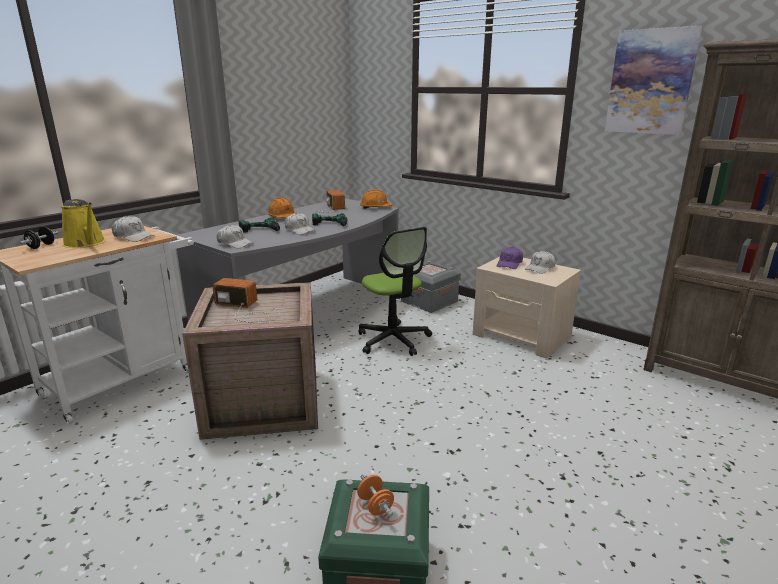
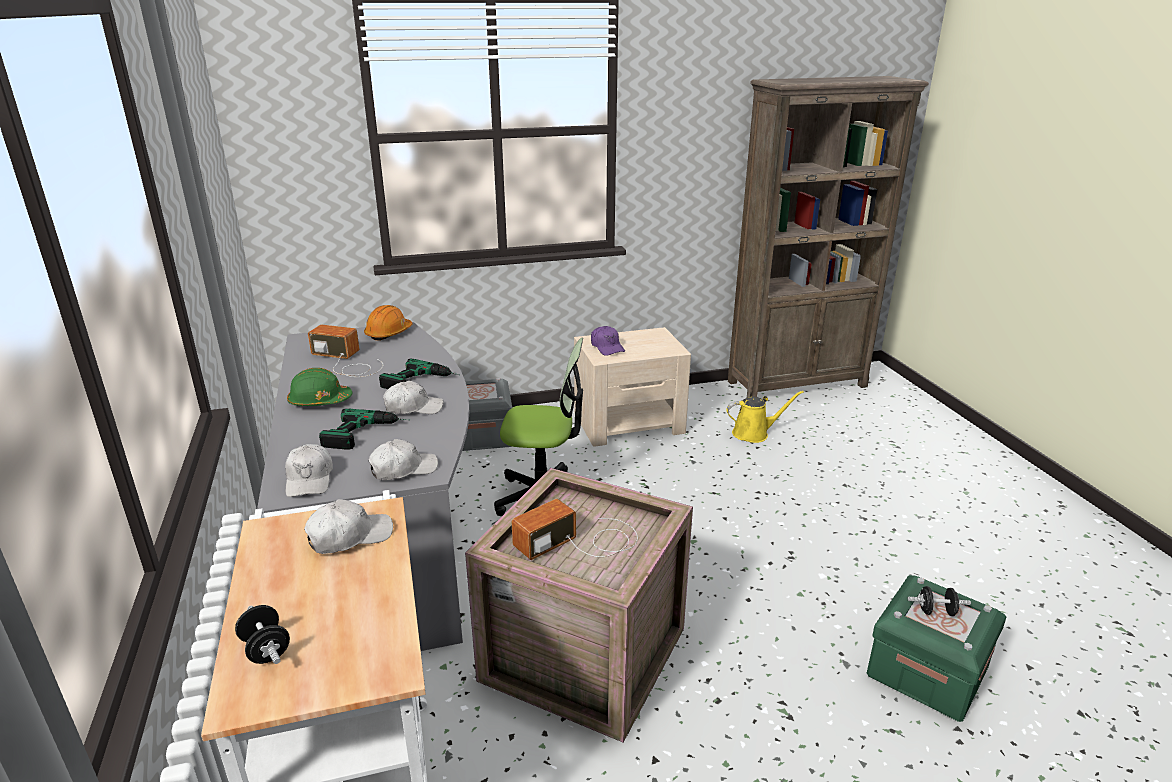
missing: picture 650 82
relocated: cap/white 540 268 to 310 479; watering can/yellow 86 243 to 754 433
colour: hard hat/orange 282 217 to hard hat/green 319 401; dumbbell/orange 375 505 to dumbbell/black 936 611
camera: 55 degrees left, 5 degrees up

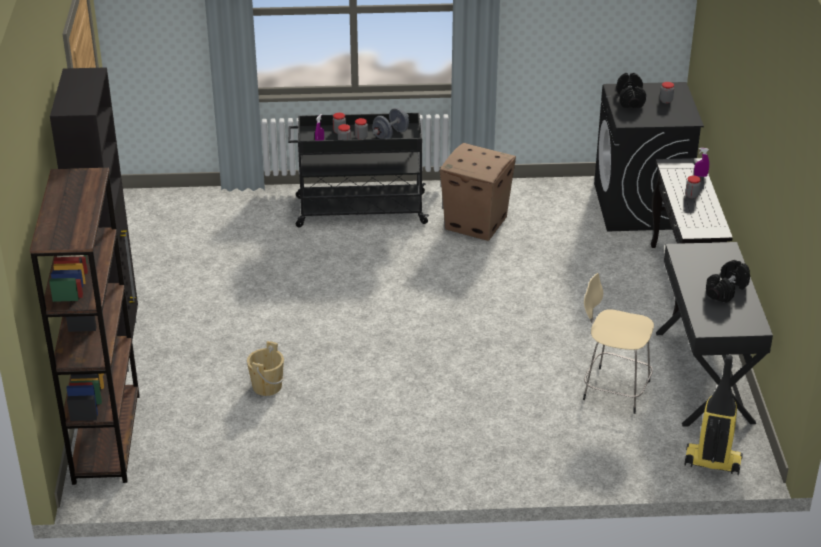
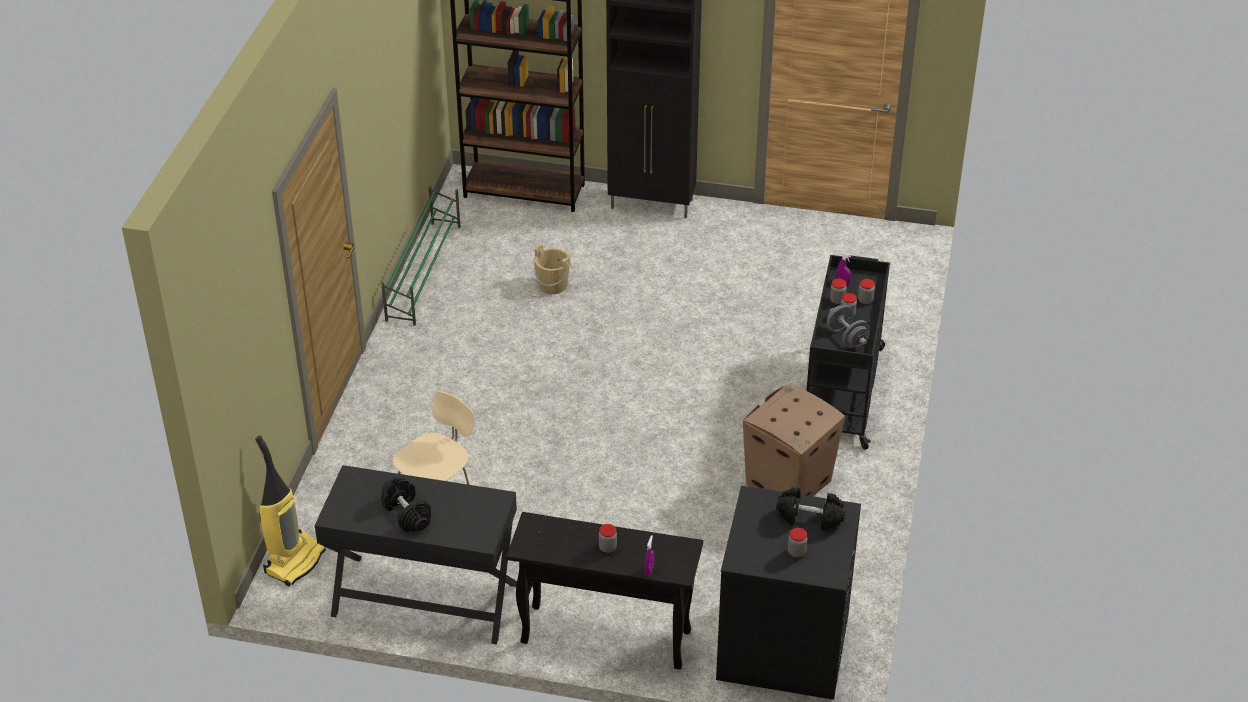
appeared: shoe rack/green 424 272
camera: 105 degrees right, 5 degrees up

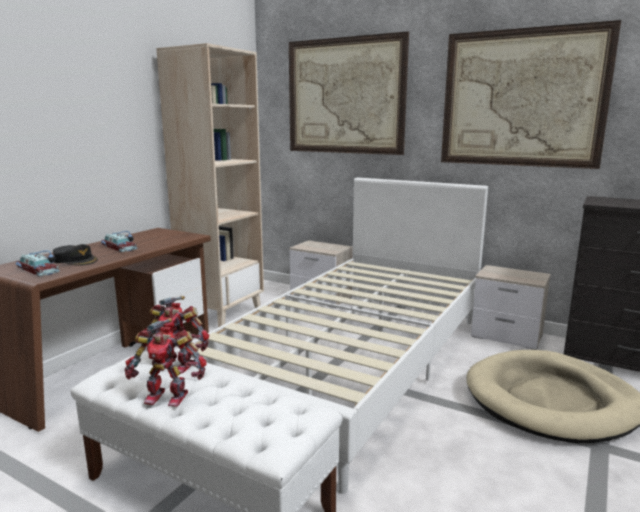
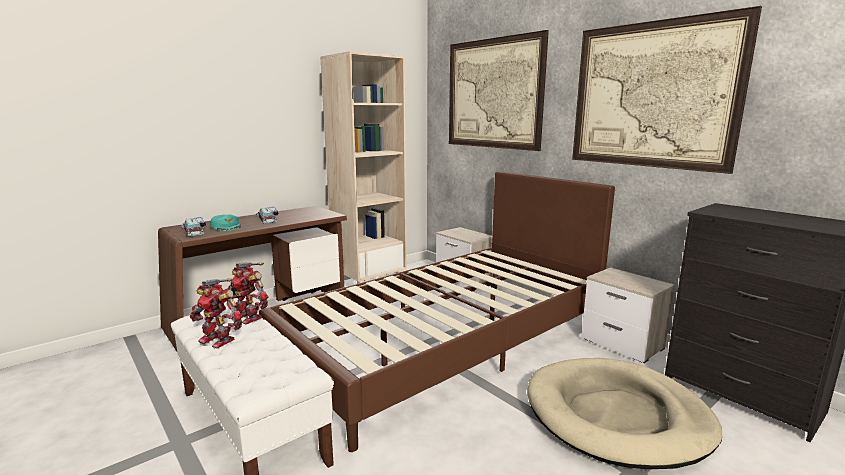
colour: cap/black 76 260 to cap/turquoise 226 227; bed/white 353 362 to bed/brown 447 343
camera: 20 degrees right, 0 degrees up

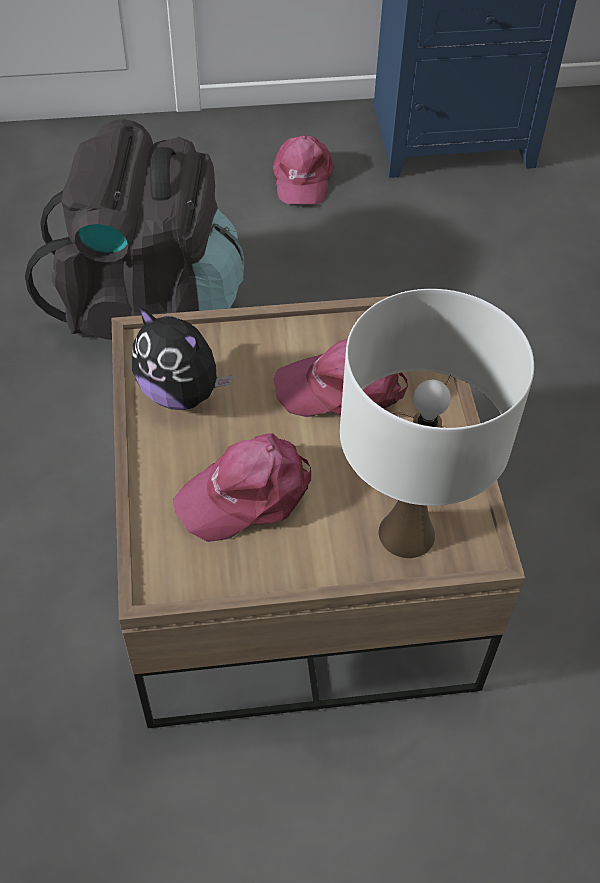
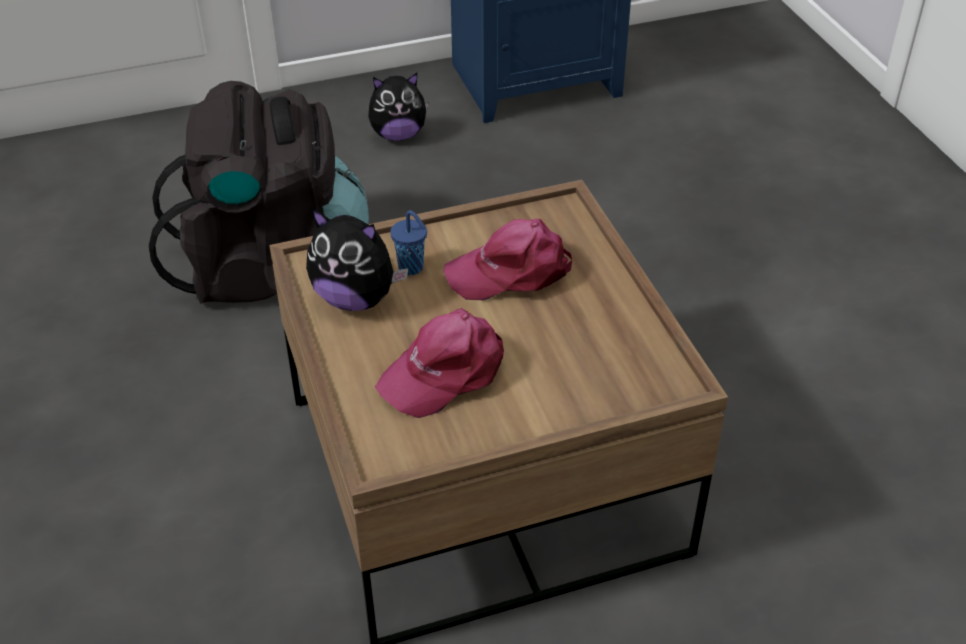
missing: table lamp/white 405 534
appeared: cup/blue 412 268
exchanged: cap/pink 302 178 to plush toy 398 135
camera: 10 degrees left, 10 degrees down

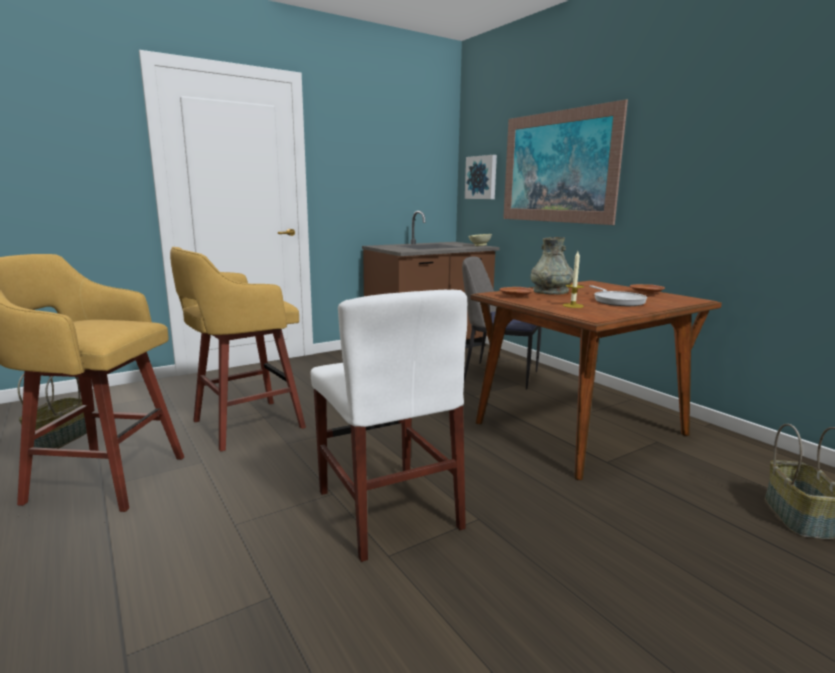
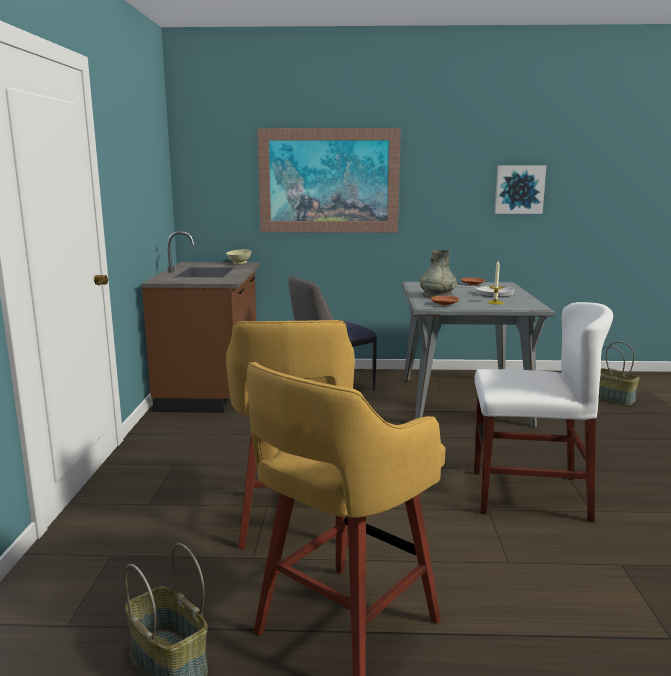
relocated: picture 482 177 to 519 189
colour: dining table/brown 580 428 to dining table/grey 463 400
camera: 55 degrees left, 0 degrees up

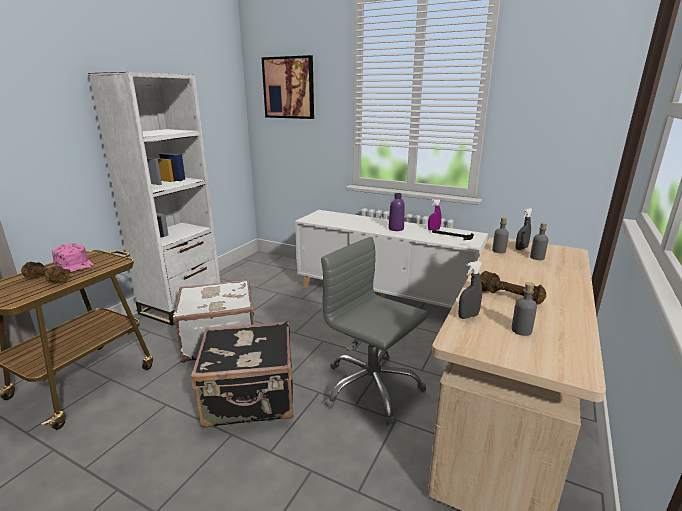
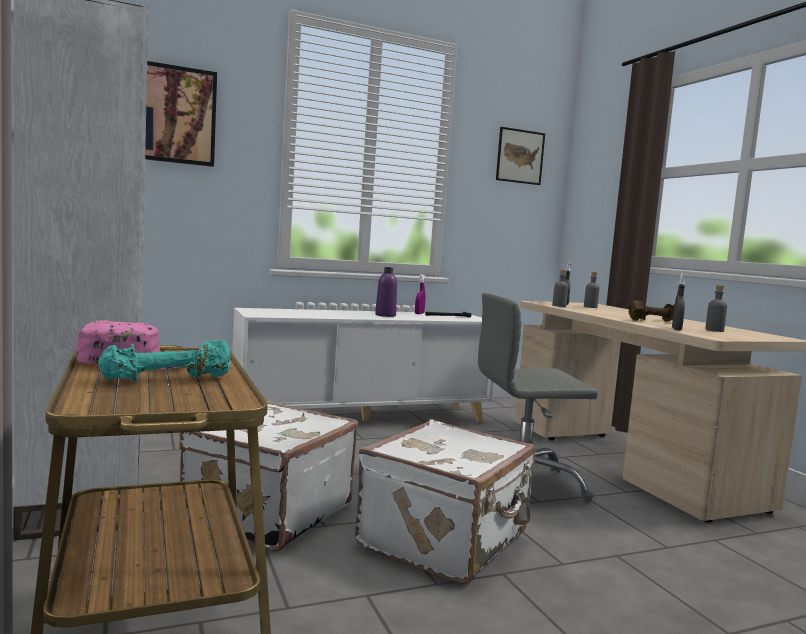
appeared: picture 520 156
colour: dumbbell/brown 47 280 to dumbbell/turquoise 168 380; suitcase/black 251 398 to suitcase/white 446 540
camera: 50 degrees left, 15 degrees down

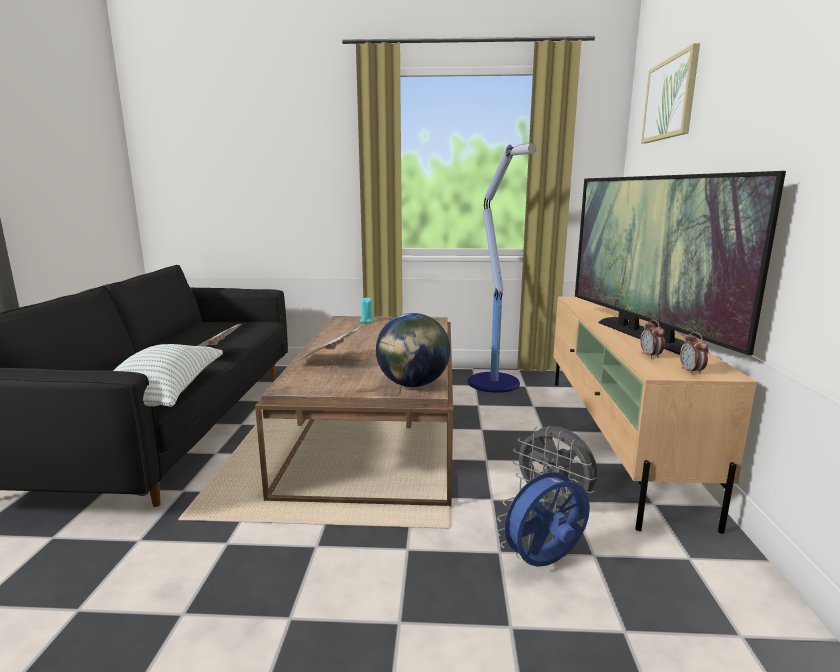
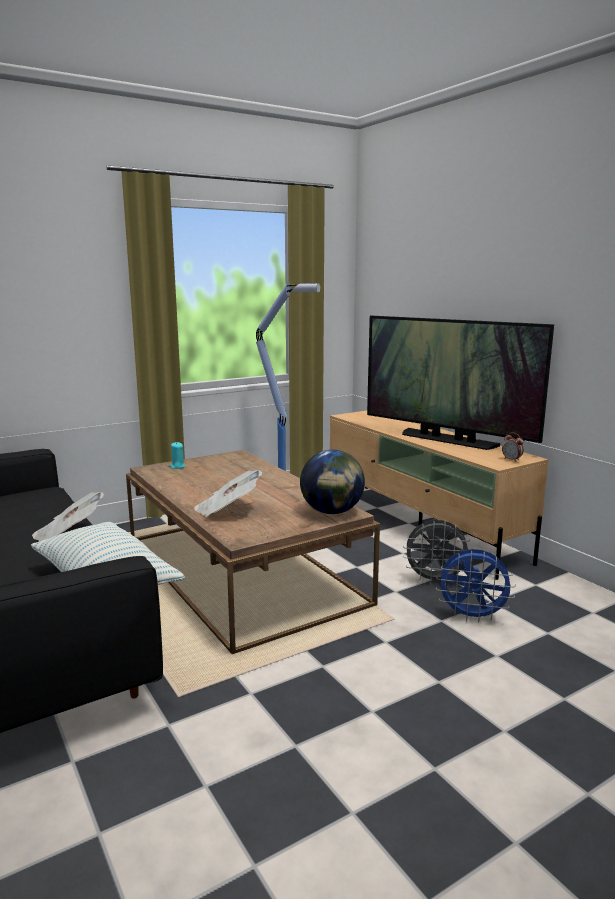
missing: alarm clock 650 356; picture 670 99
spun: fan/blue 544 563 = 472 616 105 degrees counterclockwise
camera: 35 degrees left, 0 degrees up

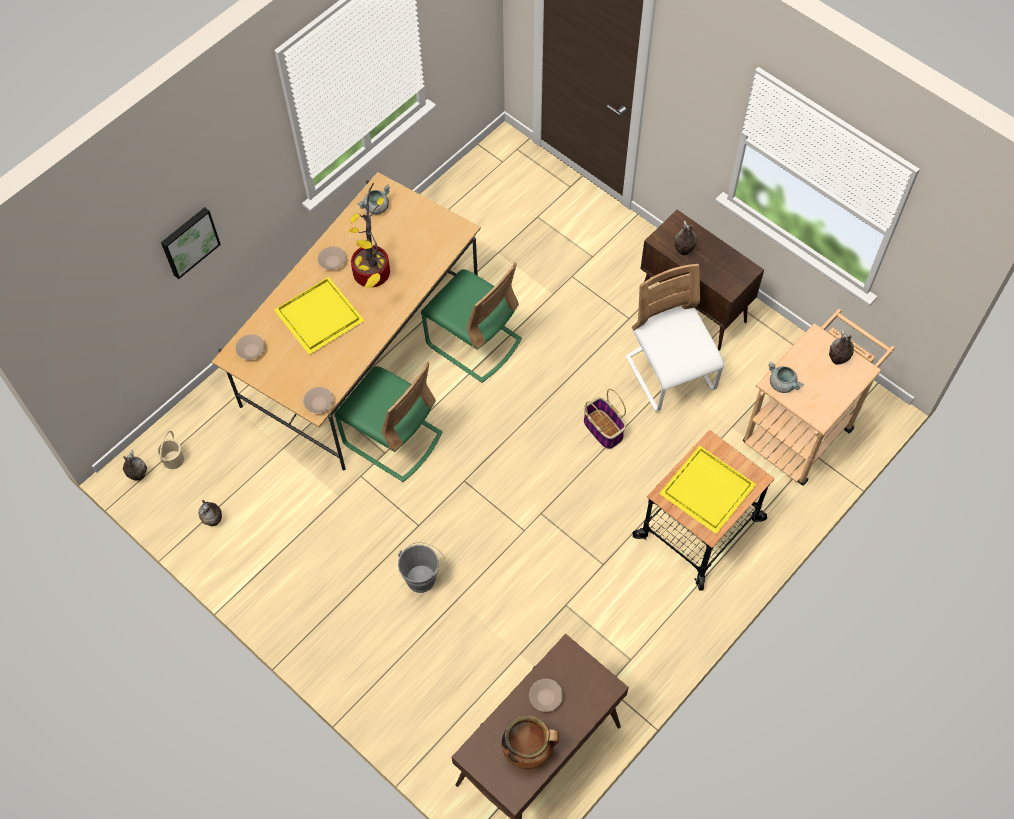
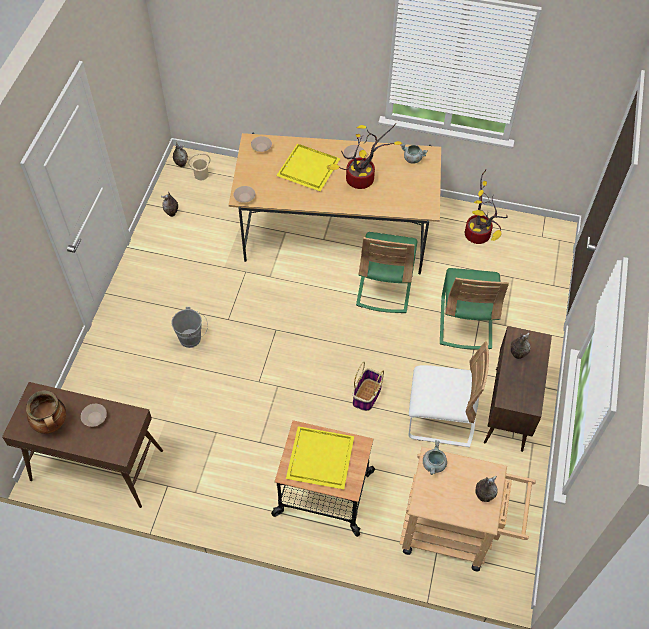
missing: picture 189 241
appeared: potted plant 479 235
relocated: chair/green 392 439 to 465 322
spun: chair/white 670 374 = 440 418 60 degrees clockwise
camera: 60 degrees right, 5 degrees down

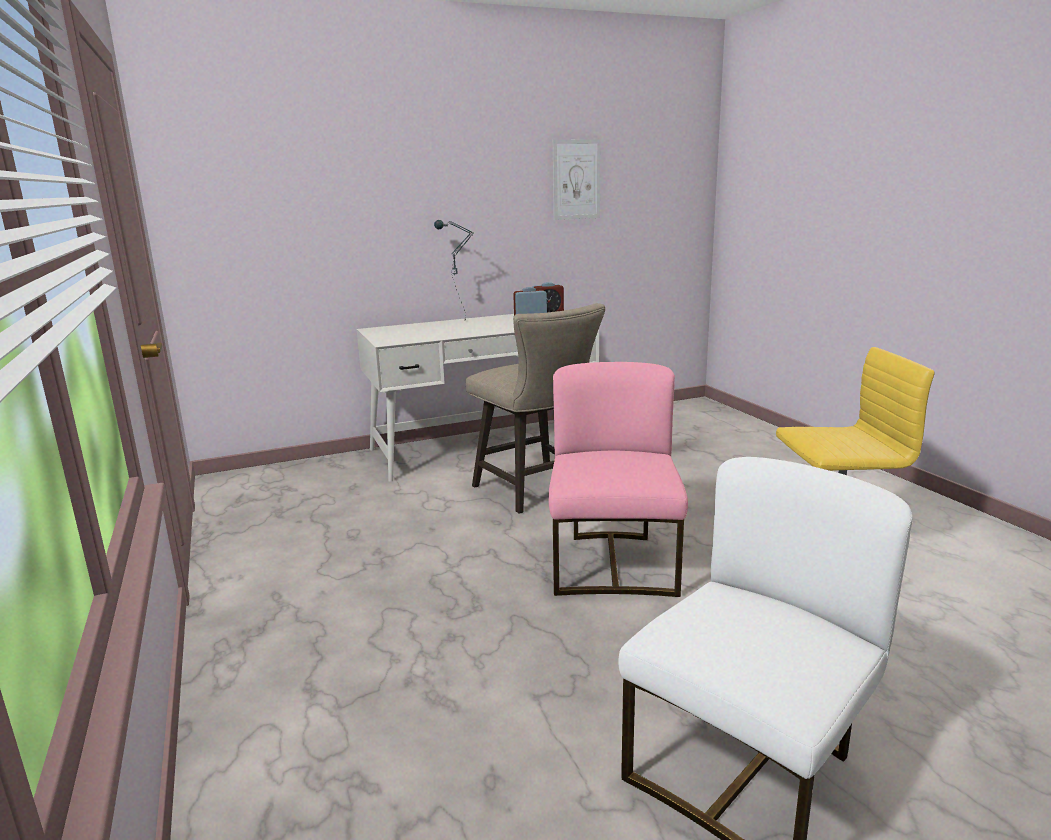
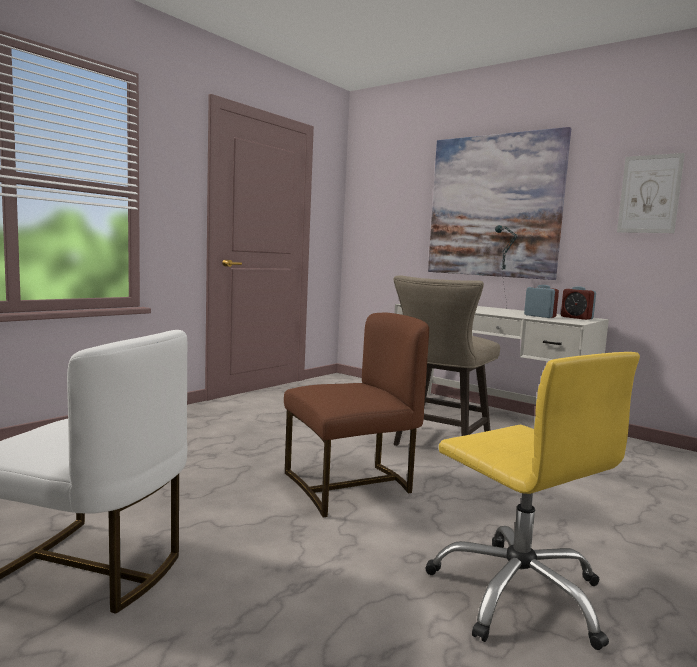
appeared: picture 494 206
colour: chair/pink 614 564 to chair/brown 351 486
camera: 60 degrees right, 10 degrees down

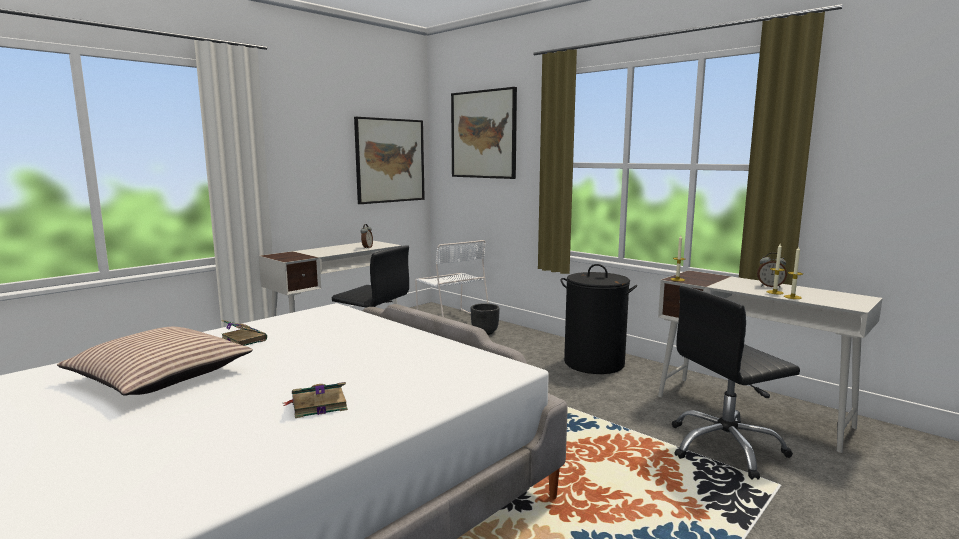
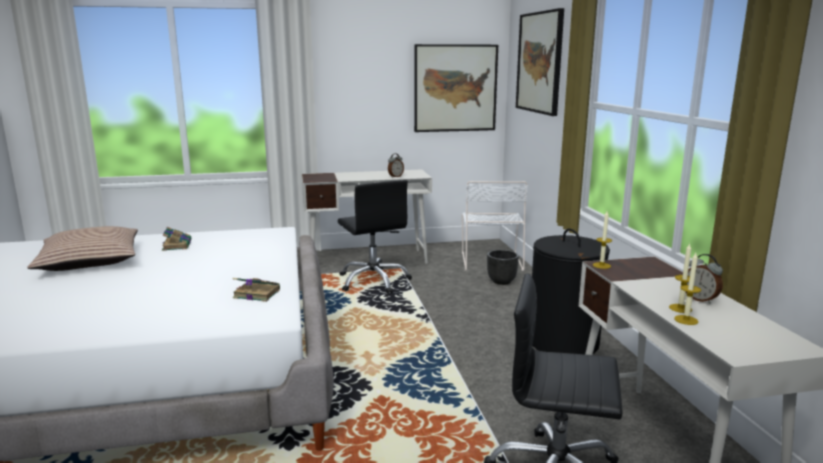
relocated: book 317 405 to 255 294
camera: 35 degrees right, 5 degrees up

